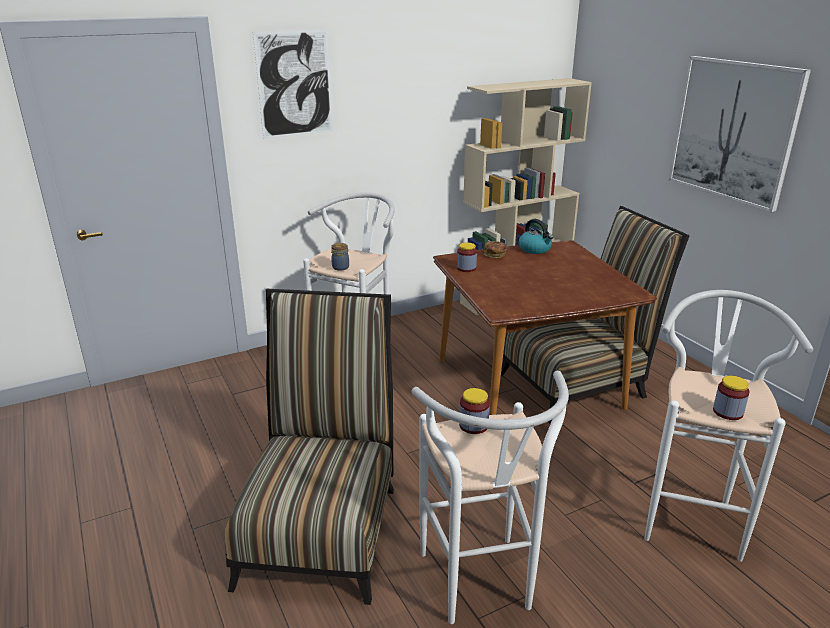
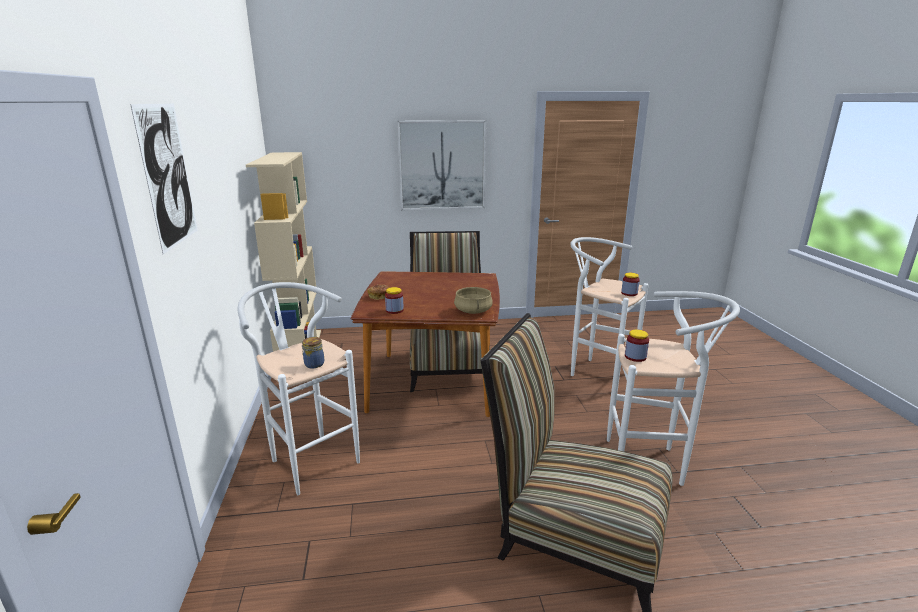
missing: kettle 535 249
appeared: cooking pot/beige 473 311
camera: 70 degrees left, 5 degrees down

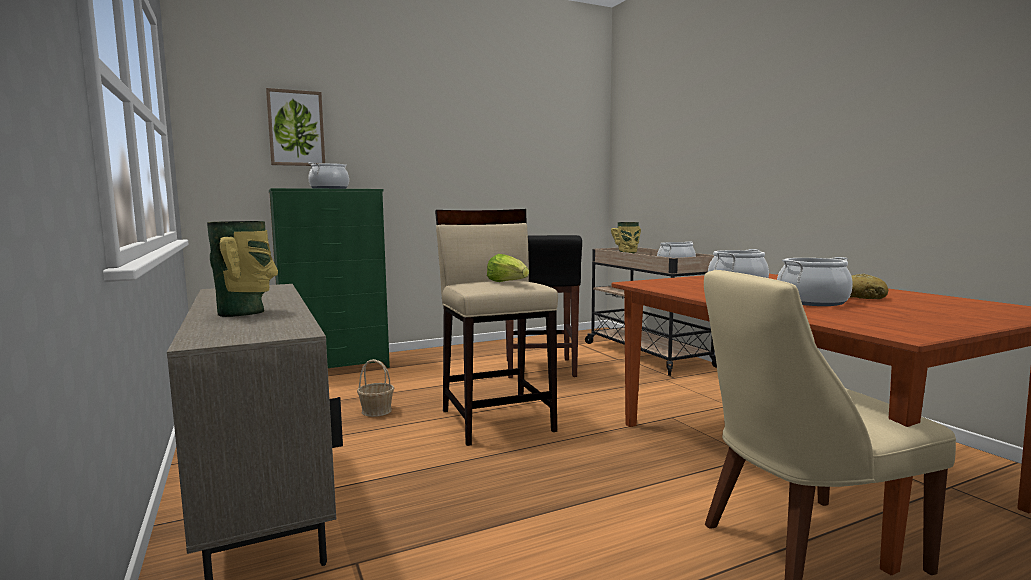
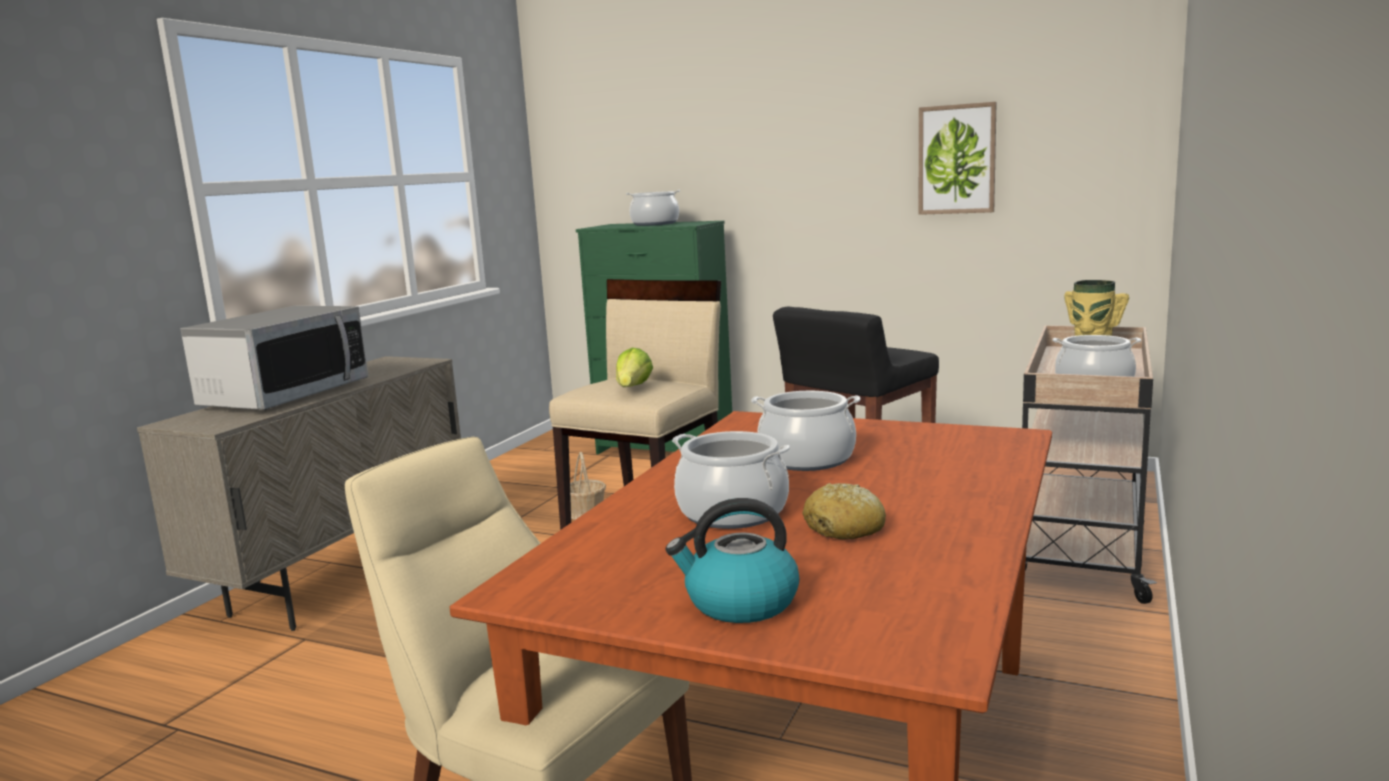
appeared: kettle 740 603
relocated: picture 296 128 to 957 159
exchanged: vase 244 312 to microwave 286 395
camera: 50 degrees right, 5 degrees up

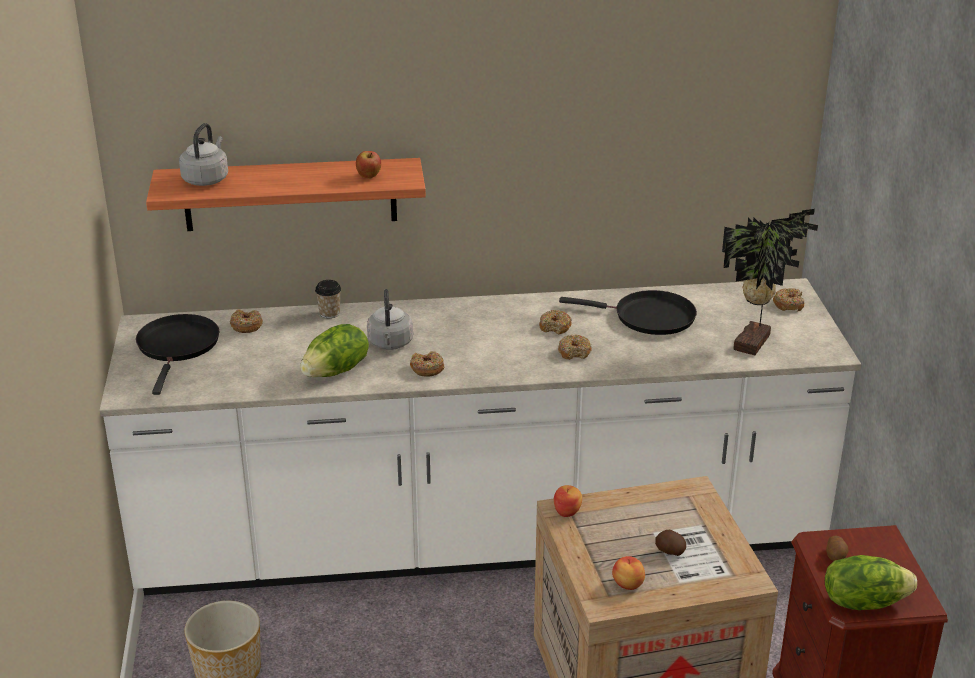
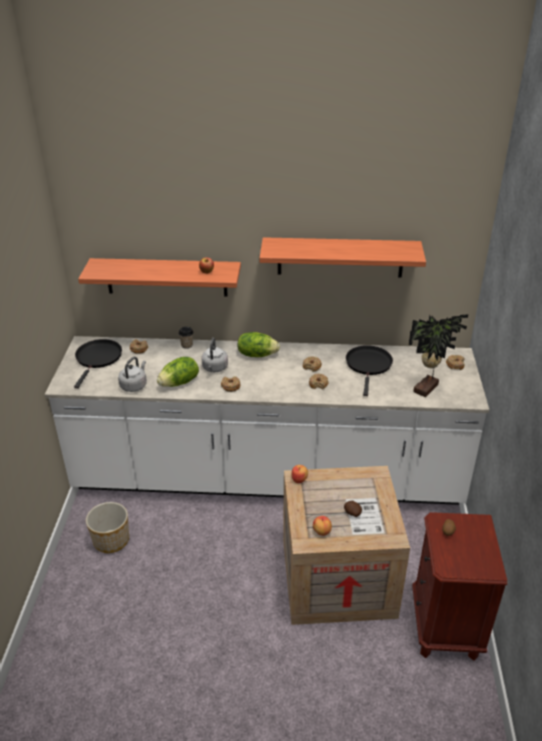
appeared: shelf 340 257
relocated: kettle/grey 206 179 to 134 385; lettuce 863 601 to 257 354
spun: frying pan/black 649 317 = 368 365 105 degrees counterclockwise
camera: 10 degrees right, 5 degrees up

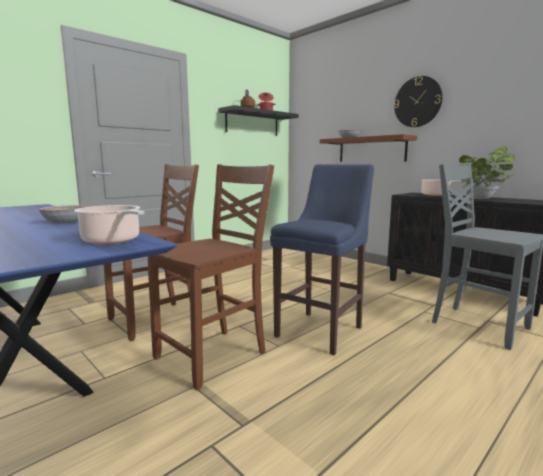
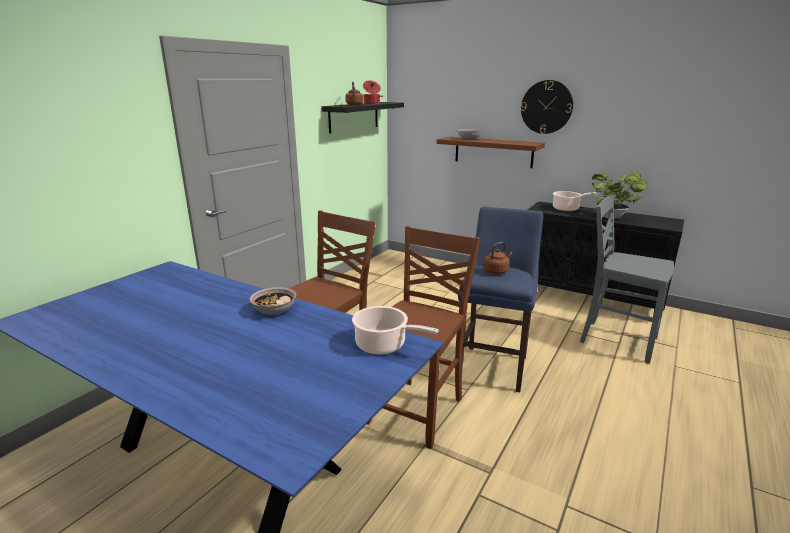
appeared: kettle/brown 497 271
camera: 15 degrees left, 10 degrees up

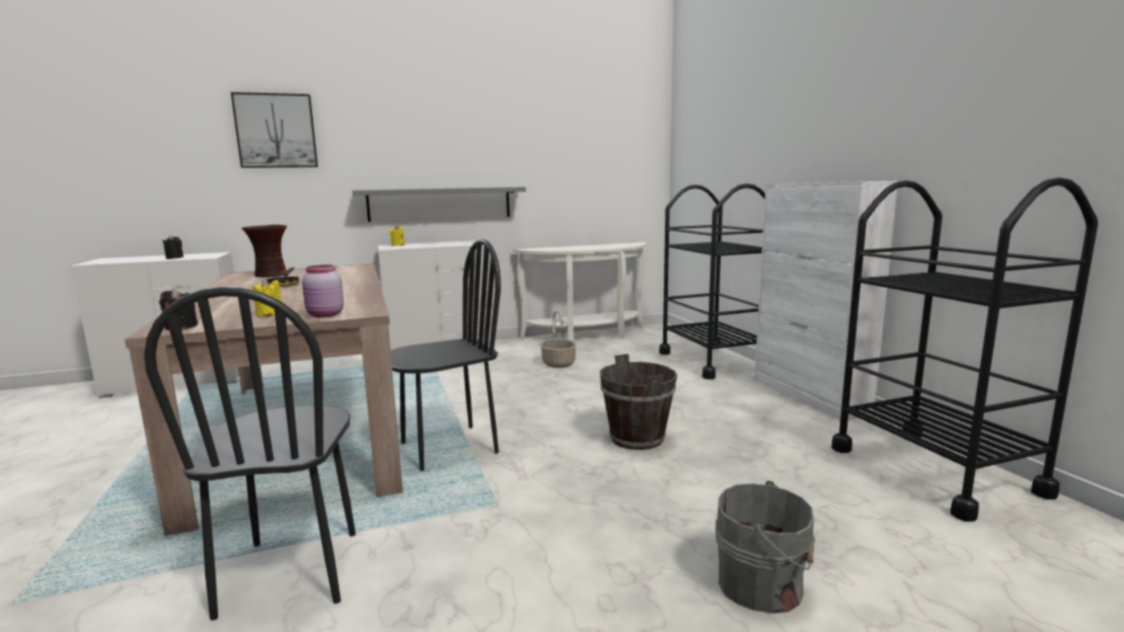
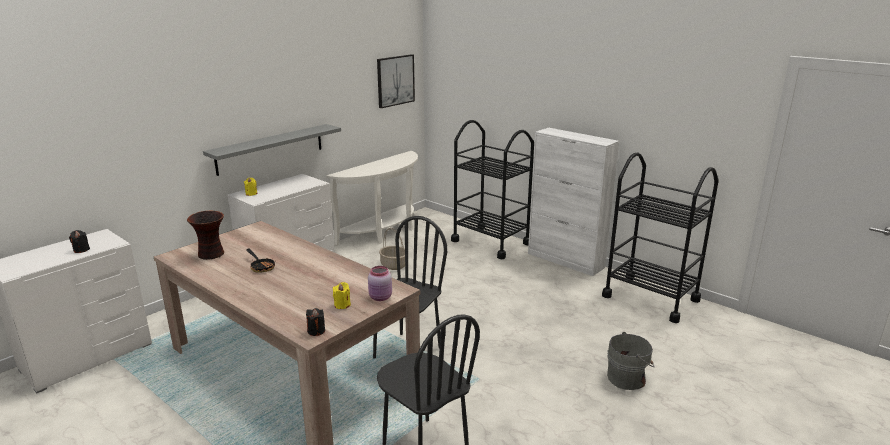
missing: bucket/brown 637 438
relocated: picture 276 131 to 395 80
camera: 30 degrees left, 10 degrees up

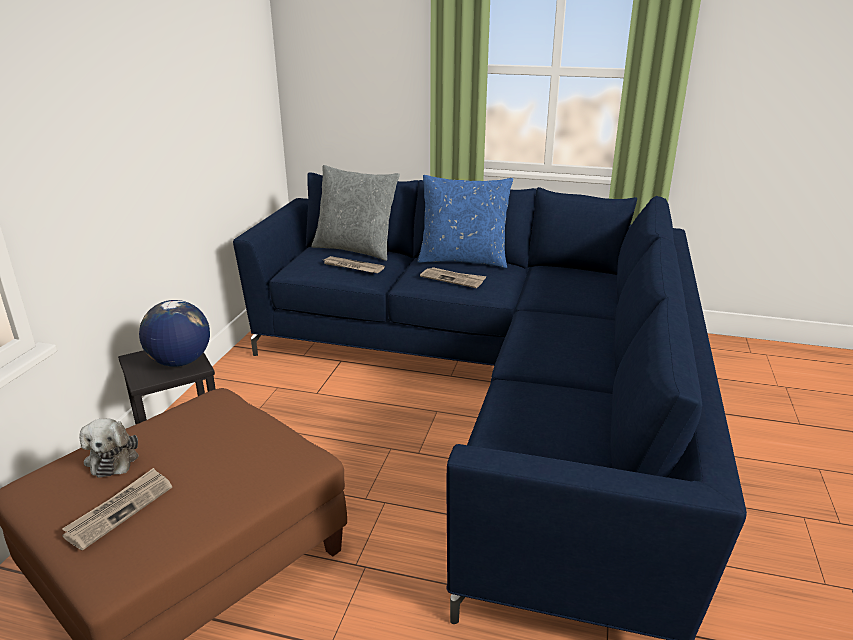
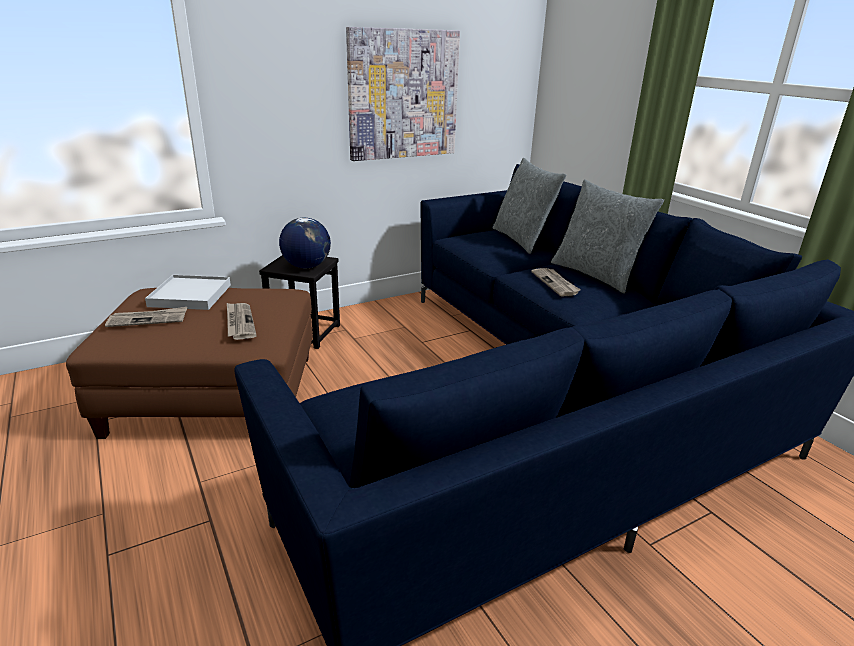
appeared: picture 403 95
relocated: newspaper 352 267 to 239 322
exchanged: plush toy 113 457 to tray/white 190 295
colour: pillow/blue 463 260 to pillow/grey 596 274
camera: 45 degrees right, 0 degrees up

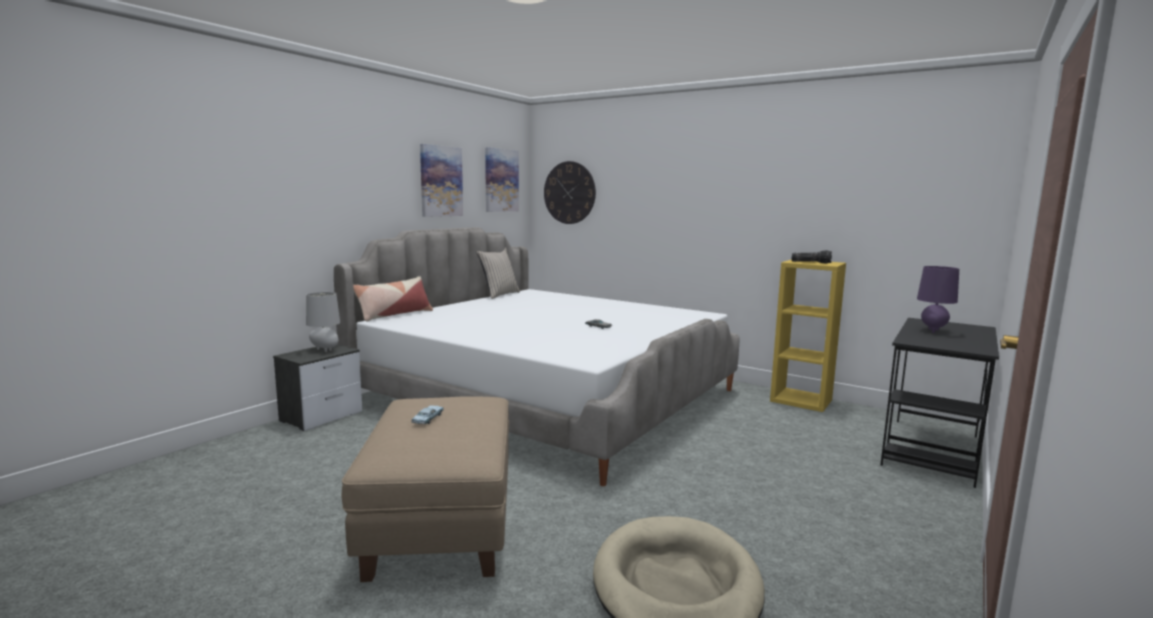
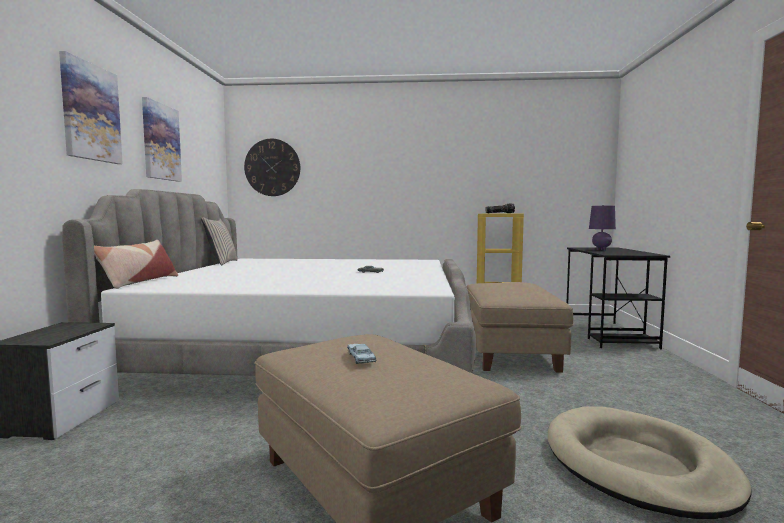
missing: table lamp/grey 325 350
appeared: ottoman/beige 510 353
relocated: picture 501 180 to 90 112
camera: 30 degrees left, 5 degrees down

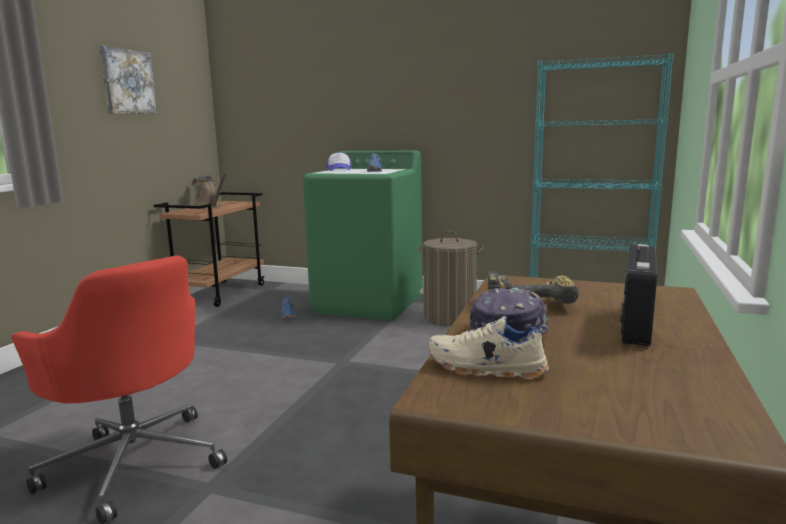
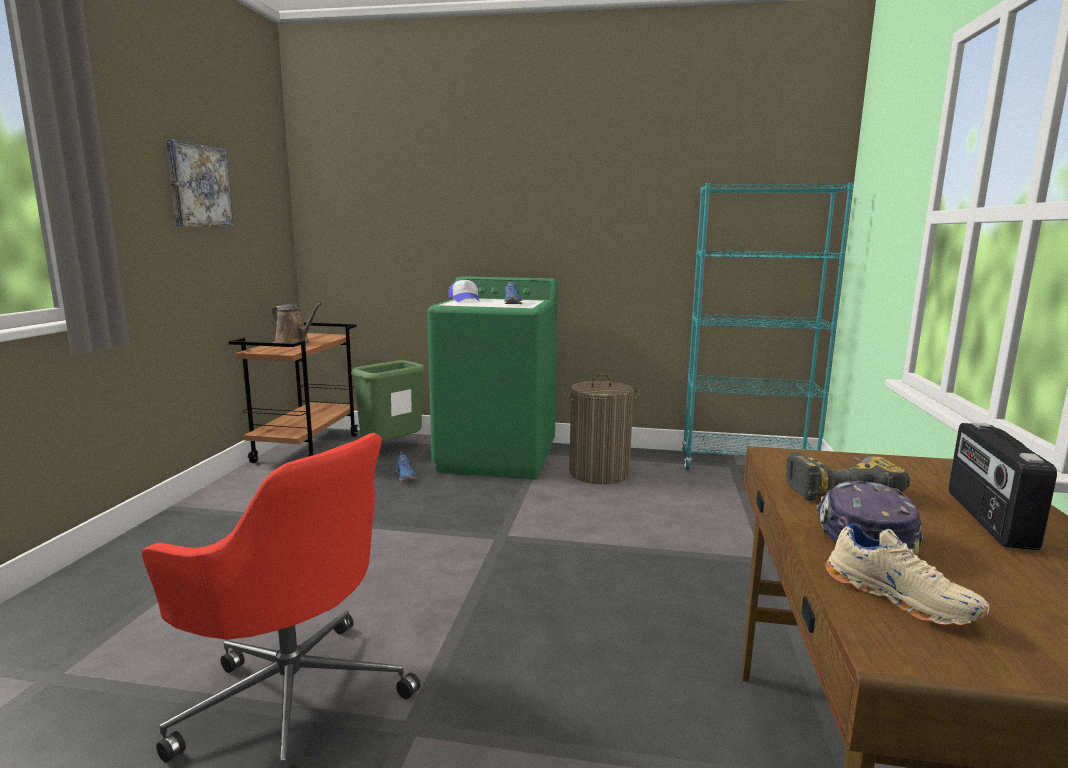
appeared: trash can/green 392 449
spun: shoe/beige 485 369 = 900 598 135 degrees counterclockwise
camera: 10 degrees left, 0 degrees up

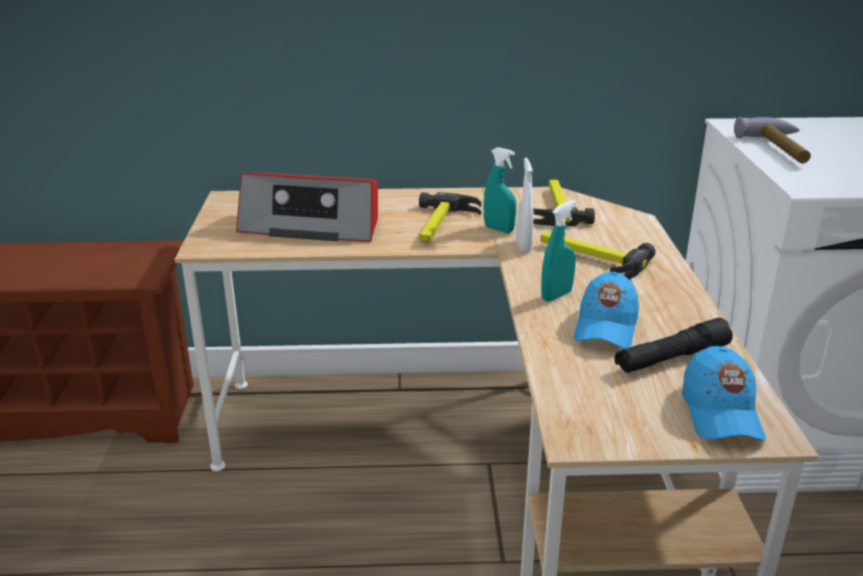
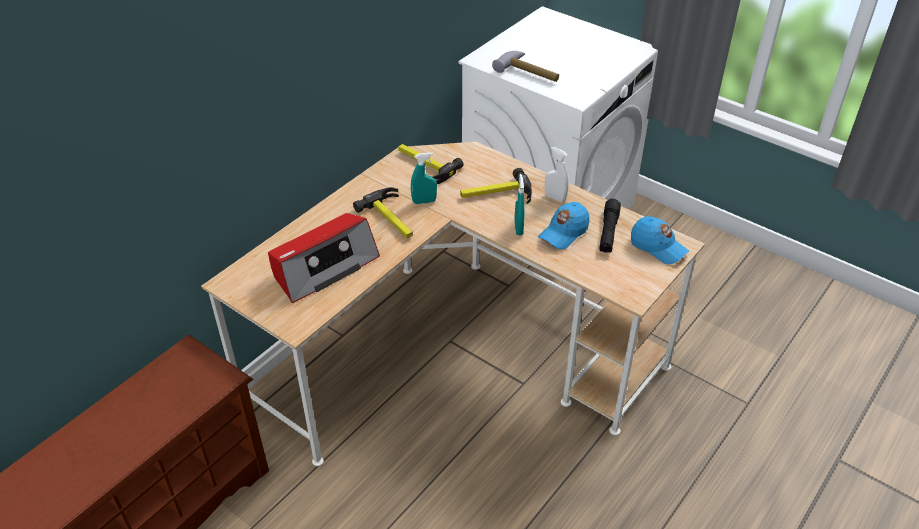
relocated: spray bottle/white 523 246 to 555 198
spun: cap/blue 605 327 = 563 233 75 degrees clockwise
camera: 50 degrees left, 15 degrees up

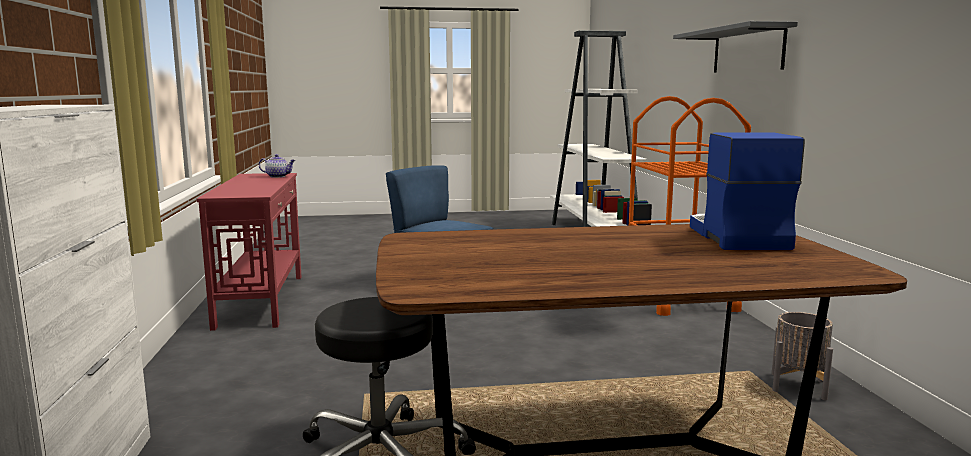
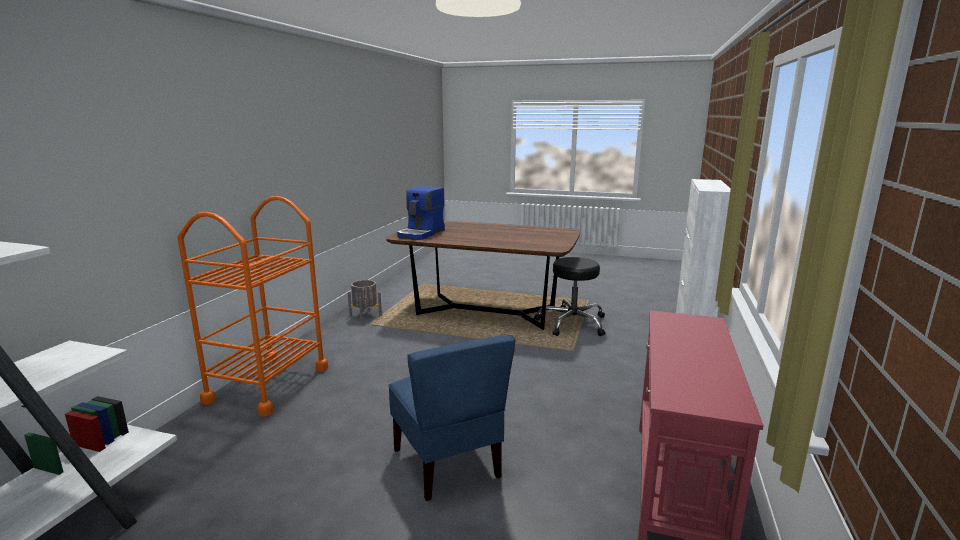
missing: teapot 278 176; shelf/grey 747 50
camera: 155 degrees left, 5 degrees up

